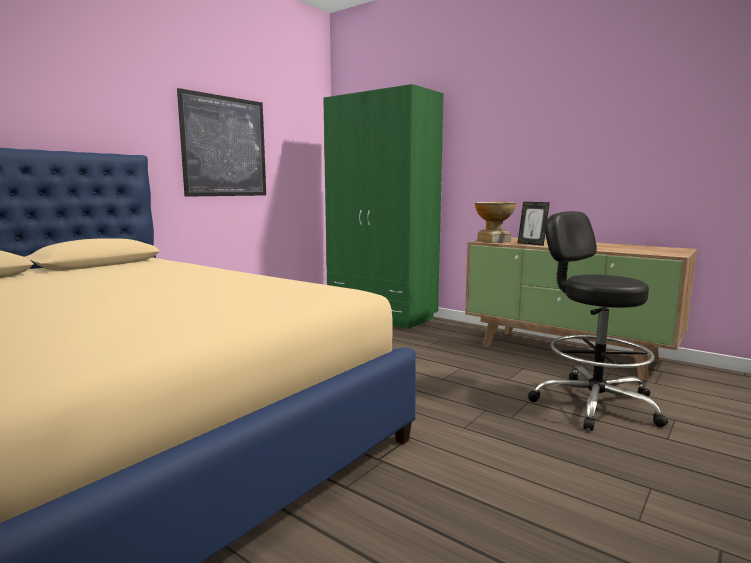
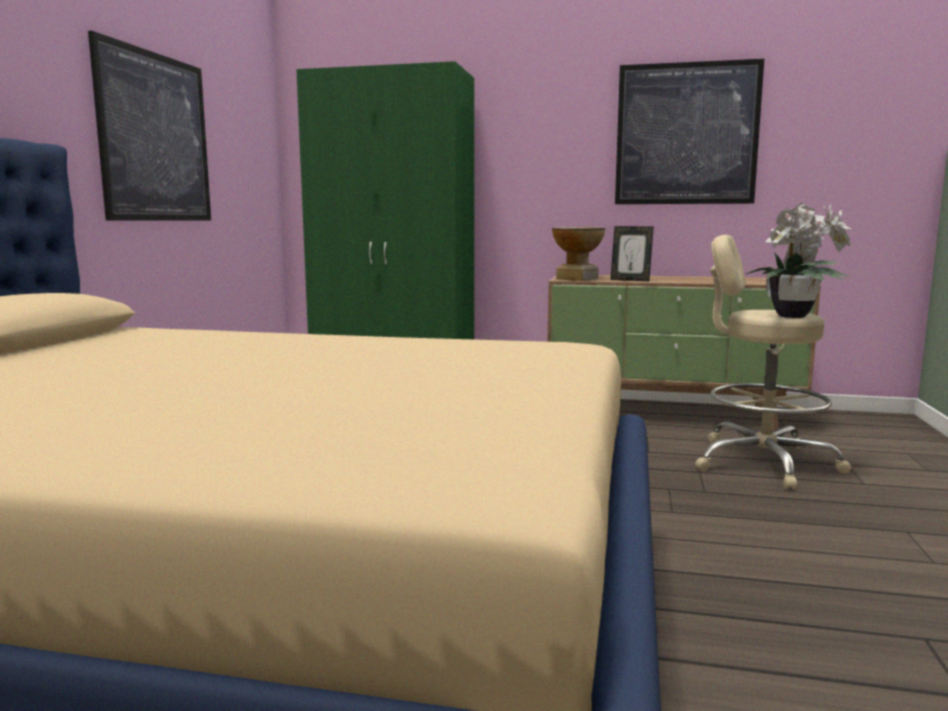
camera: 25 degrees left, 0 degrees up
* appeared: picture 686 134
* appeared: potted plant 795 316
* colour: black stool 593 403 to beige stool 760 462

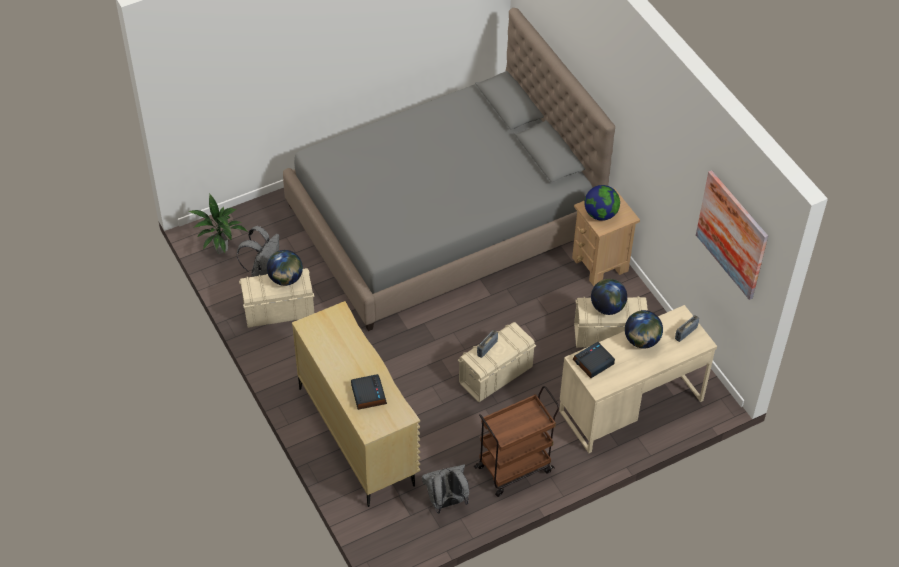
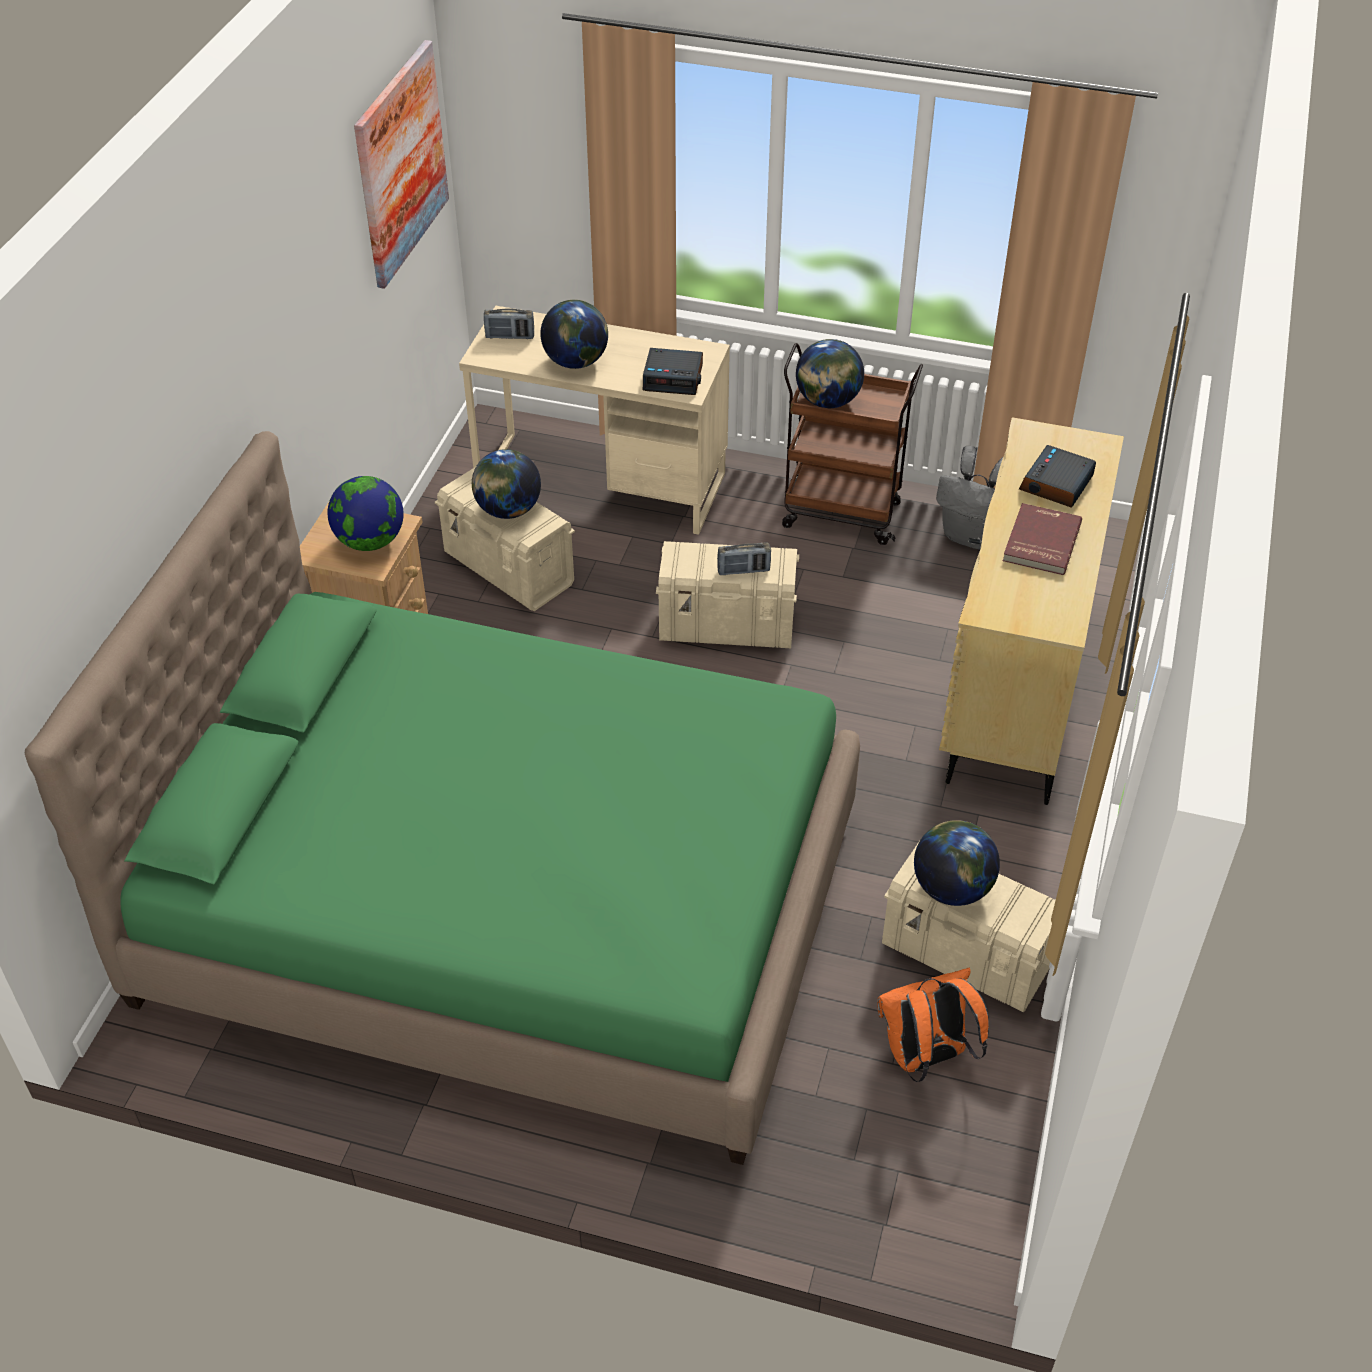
camera: 135 degrees left, 5 degrees down
* missing: potted plant 221 249
* appeared: globe 827 401
* appeared: red book 1040 542
* colour: grey backpack 263 270 to orange backpack 925 1057
* colour: grey bed 444 220 to green bed 502 904

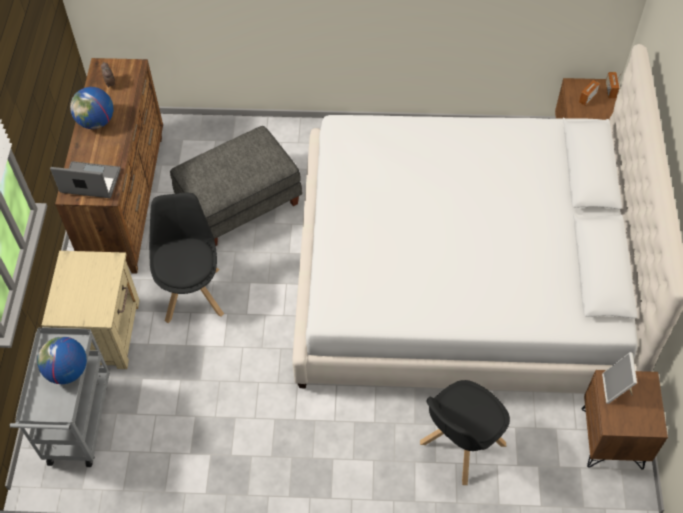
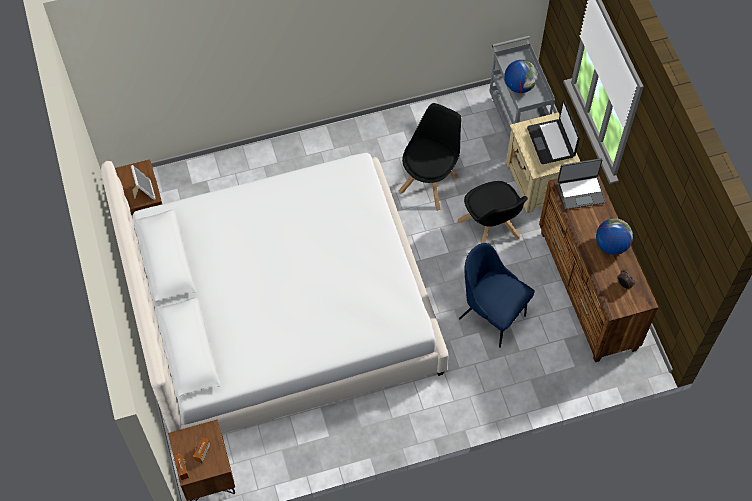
camera: 160 degrees right, 5 degrees up
* appeared: laptop 551 142
* relocated: black chair 460 446 to 430 181
* exchanged: grey ottoman 239 204 to blue chair 491 317

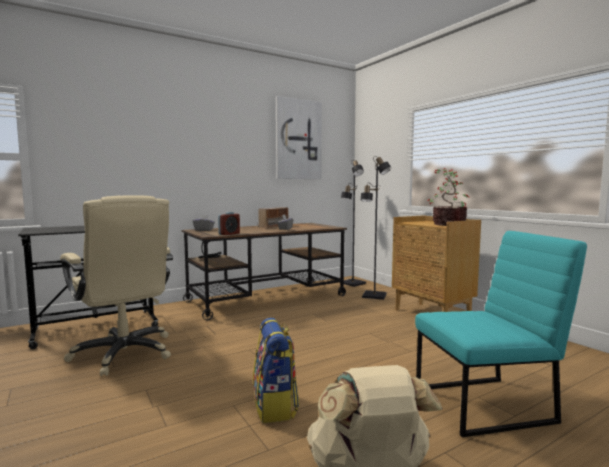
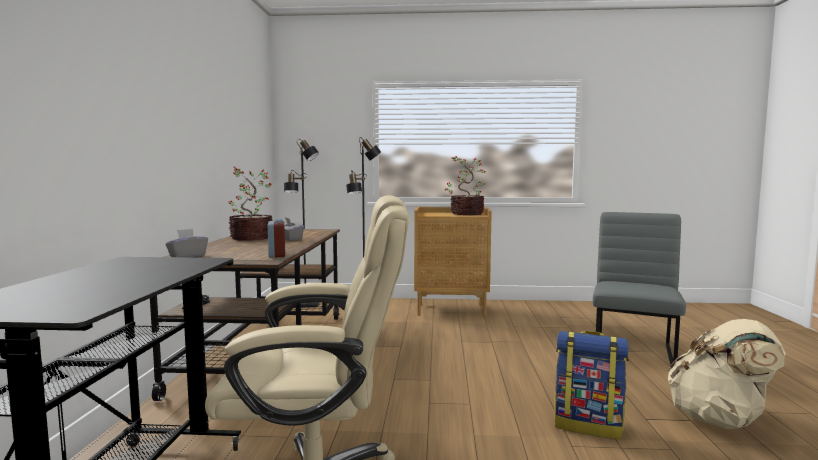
camera: 55 degrees left, 0 degrees up
* missing: picture 298 139
* exchanged: radio 274 226 to potted plant 250 238
* colour: turquoise chair 487 405 to grey chair 634 353

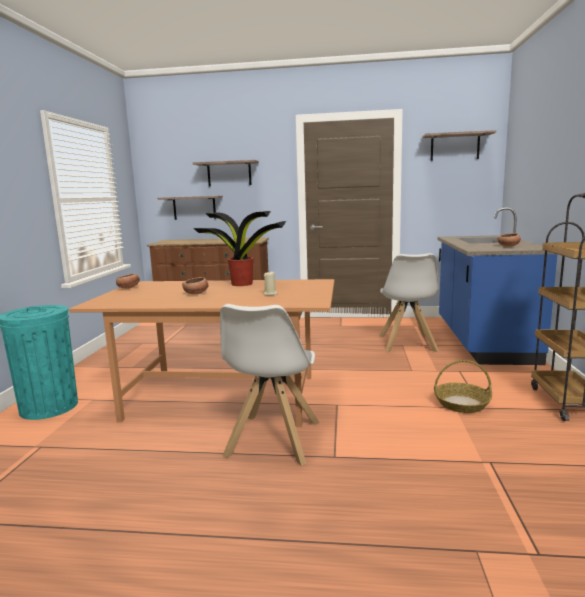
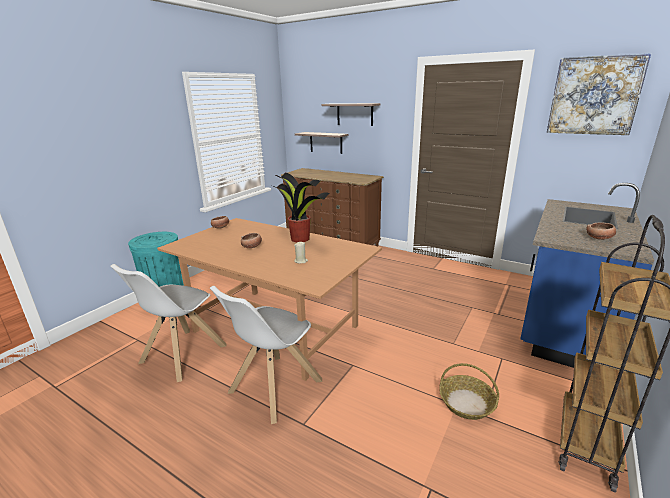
camera: 25 degrees right, 10 degrees up
* relocated: chair 407 344 to 181 355
* exchanged: shelf 455 147 to picture 594 96

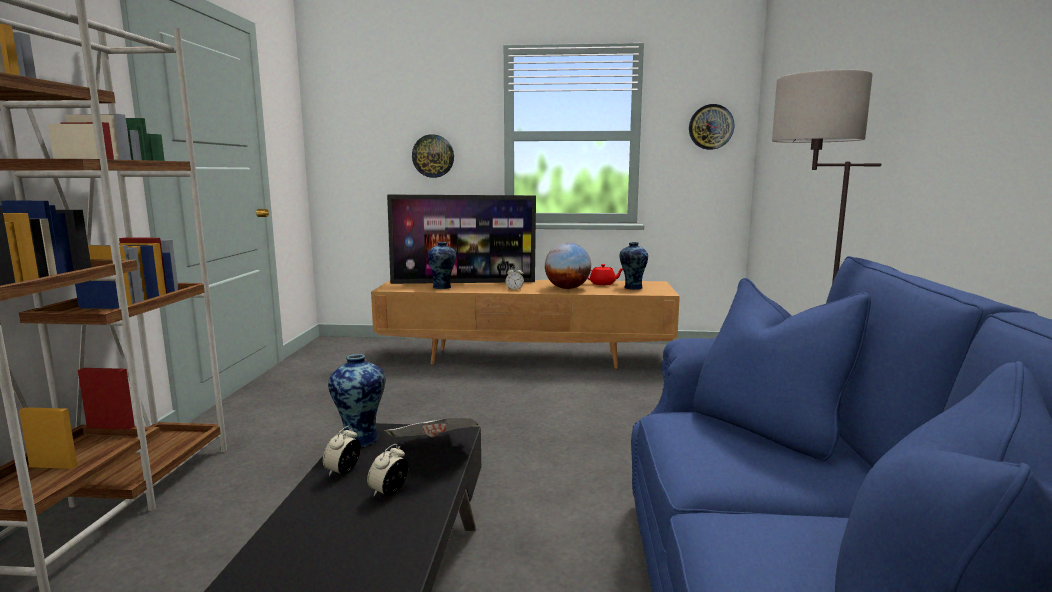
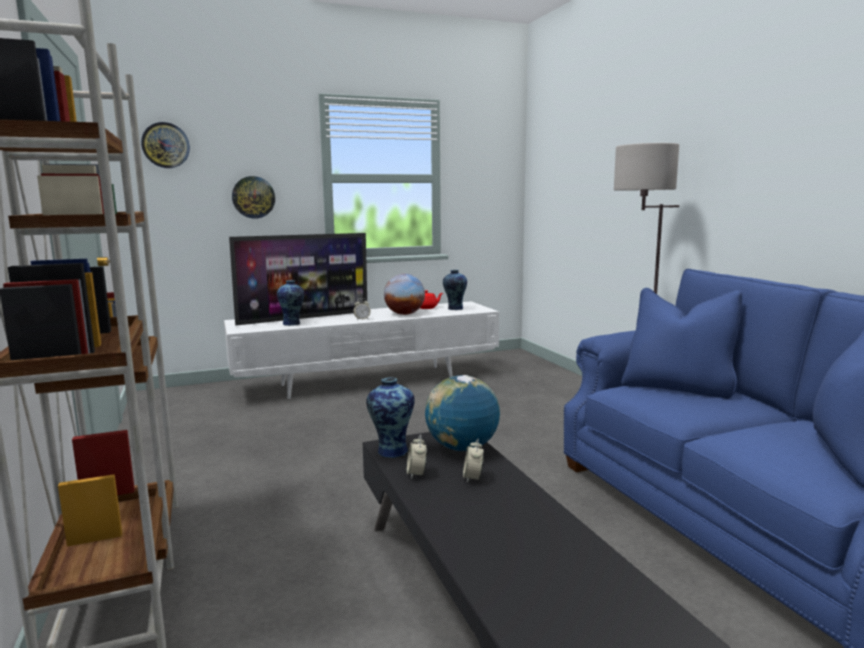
camera: 25 degrees left, 0 degrees up
* relocated: wall clock 711 127 to 165 145
* exchanged: newspaper 433 452 to globe 462 448
* colour: brown tv stand 525 357 to white tv stand 367 380

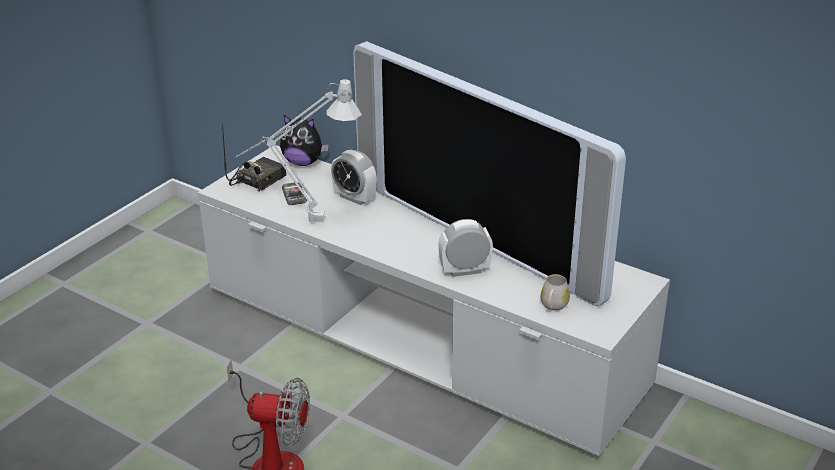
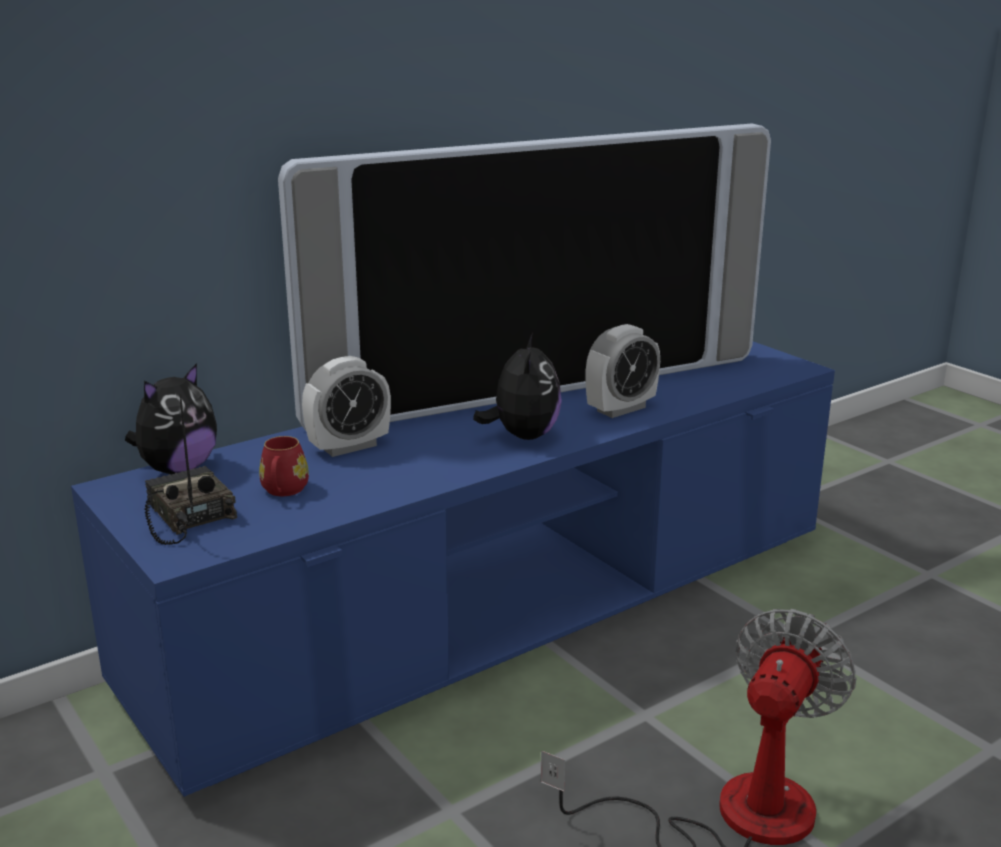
camera: 70 degrees left, 10 degrees down
* missing: grey table lamp 303 222
* missing: white mug 553 306
* appeared: plush toy 522 436
* exchanged: phone 294 195 to red mug 283 491
* colour: white tv stand 420 339 to blue tv stand 497 608
* spun: alarm clock 465 270 = 621 409 135 degrees counterclockwise

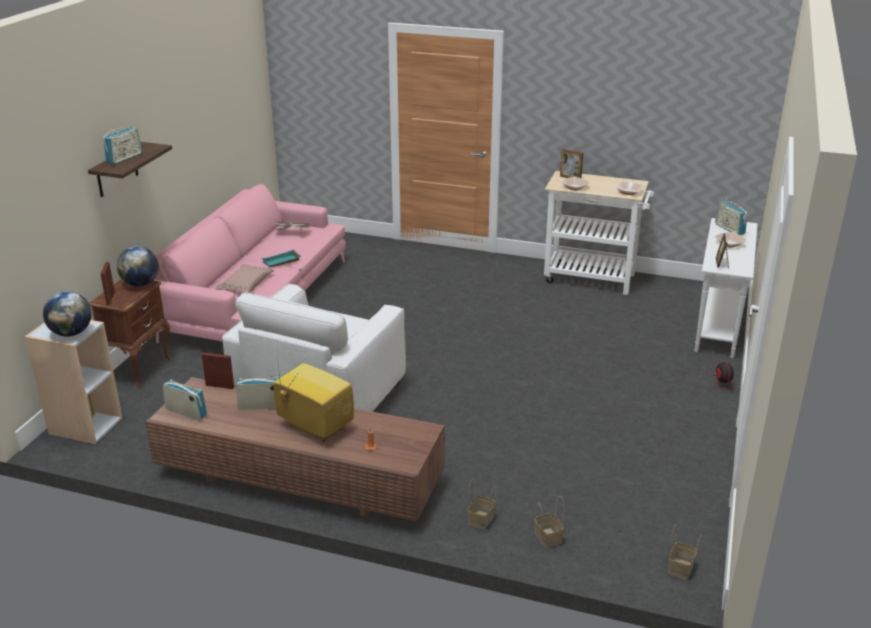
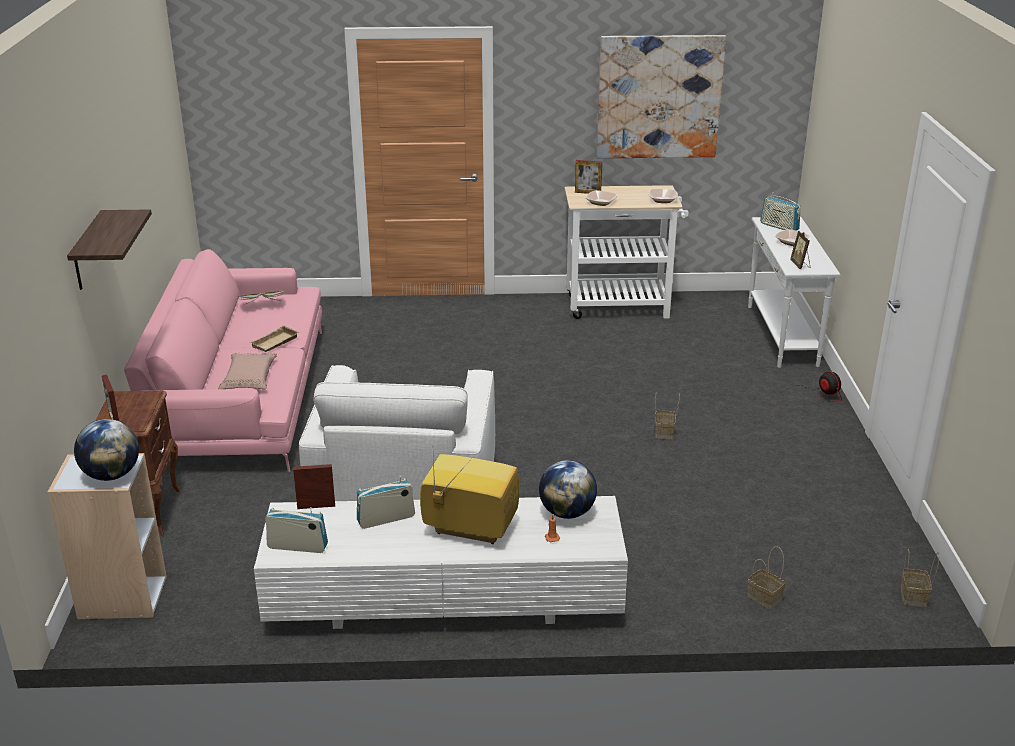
camera: 20 degrees left, 0 degrees up
* missing: radio 124 158
* appeared: picture 659 97
* relocated: globe 141 284 to 567 512
* relocated: basket 481 520 to 664 433
* colour: brown tv stand 298 478 to white tv stand 444 598
* colour: turquoise tray 281 262 to beige tray 275 343

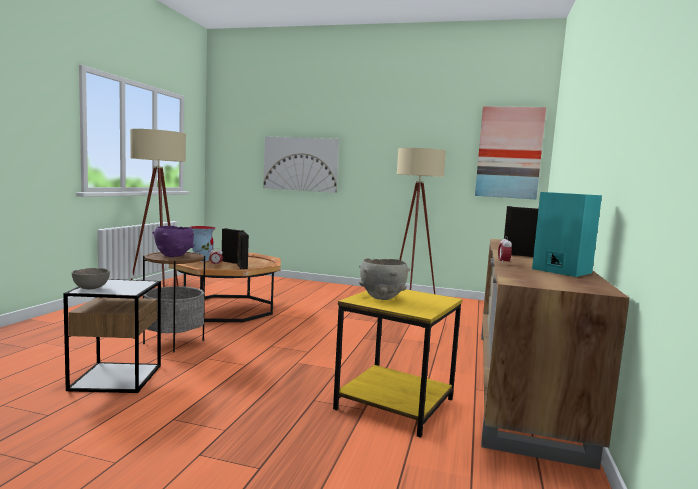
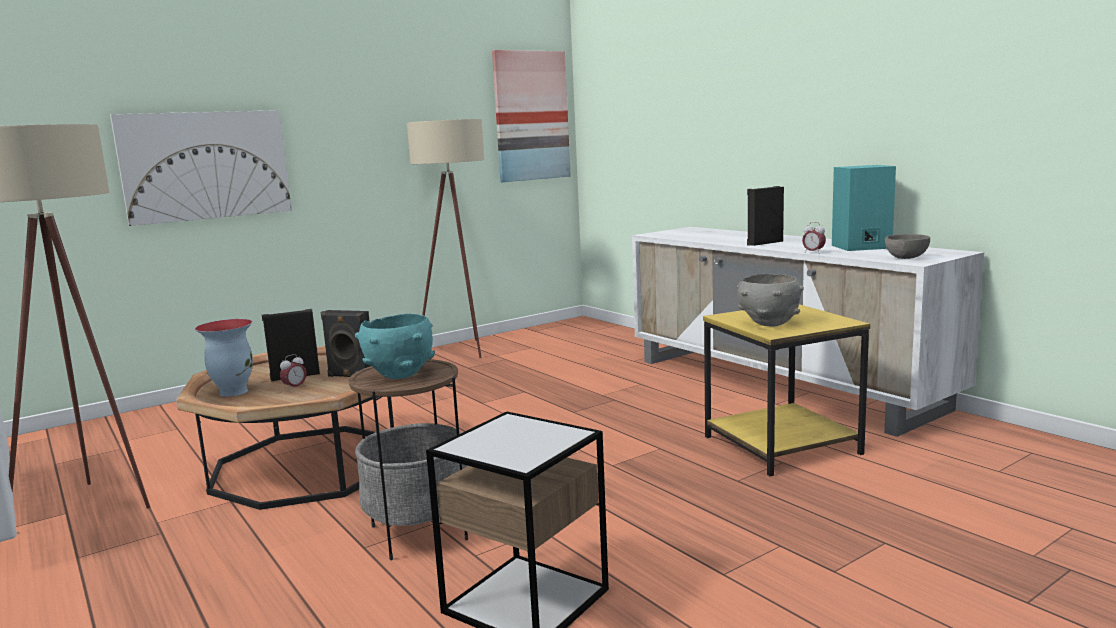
camera: 50 degrees left, 5 degrees up
* relocated: grey bowl 91 288 to 905 258
* colour: purple bowl 174 255 to turquoise bowl 400 374
* colour: brown tv stand 523 384 to white tv stand 782 383

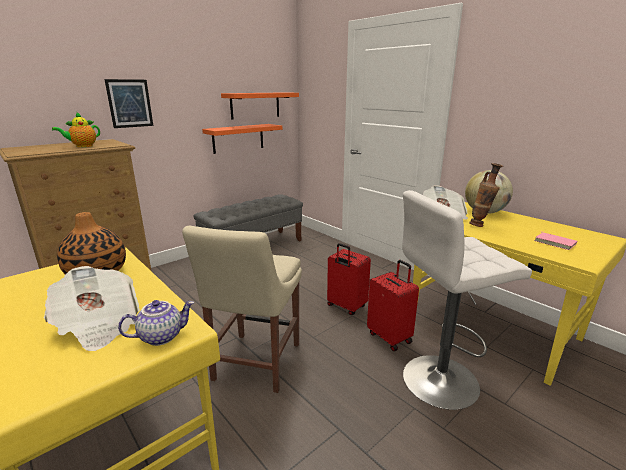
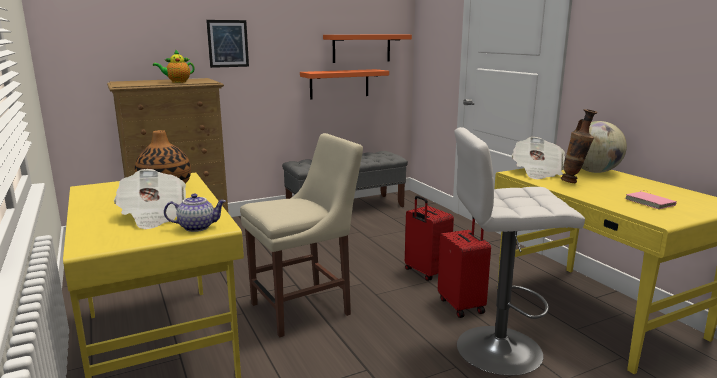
camera: 15 degrees right, 5 degrees down
* spun: beige chair 255 364 = 305 308 150 degrees counterclockwise

